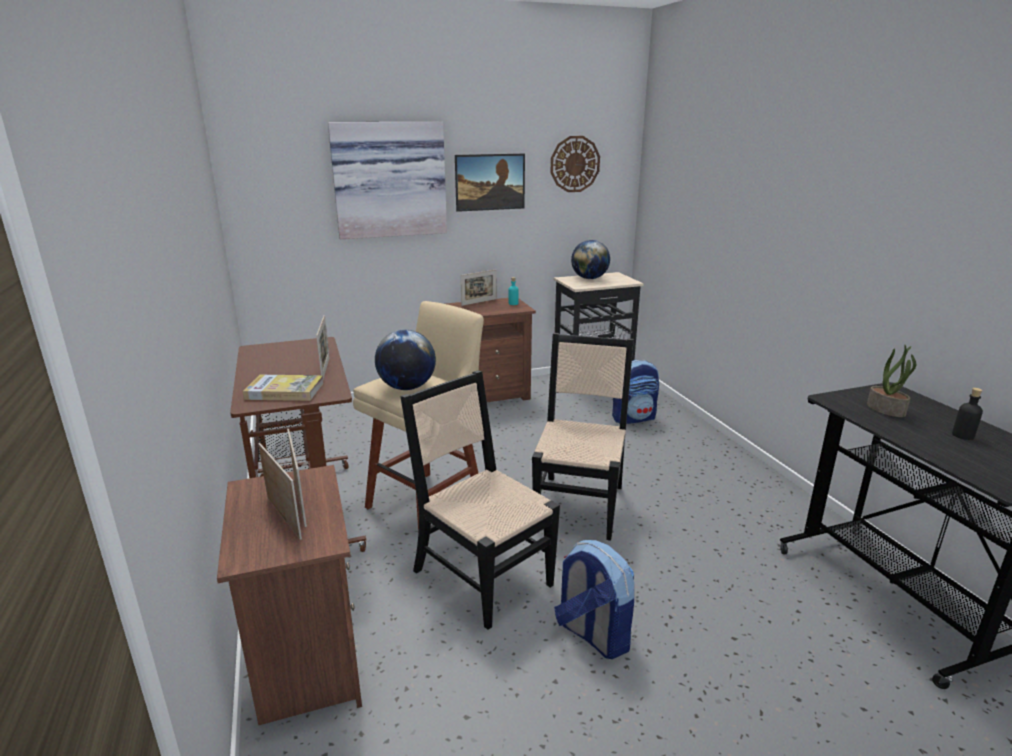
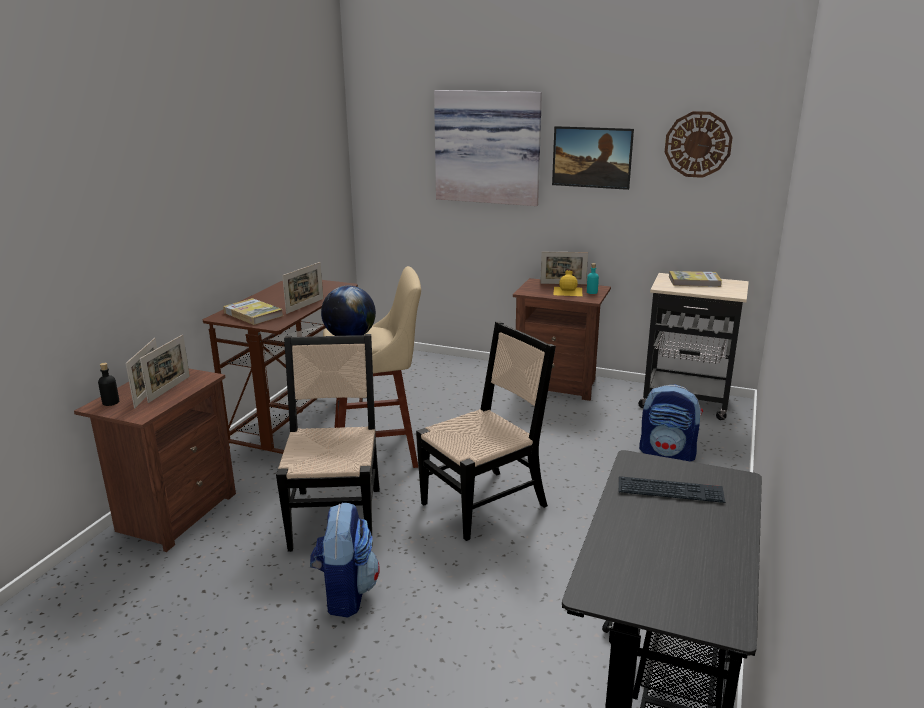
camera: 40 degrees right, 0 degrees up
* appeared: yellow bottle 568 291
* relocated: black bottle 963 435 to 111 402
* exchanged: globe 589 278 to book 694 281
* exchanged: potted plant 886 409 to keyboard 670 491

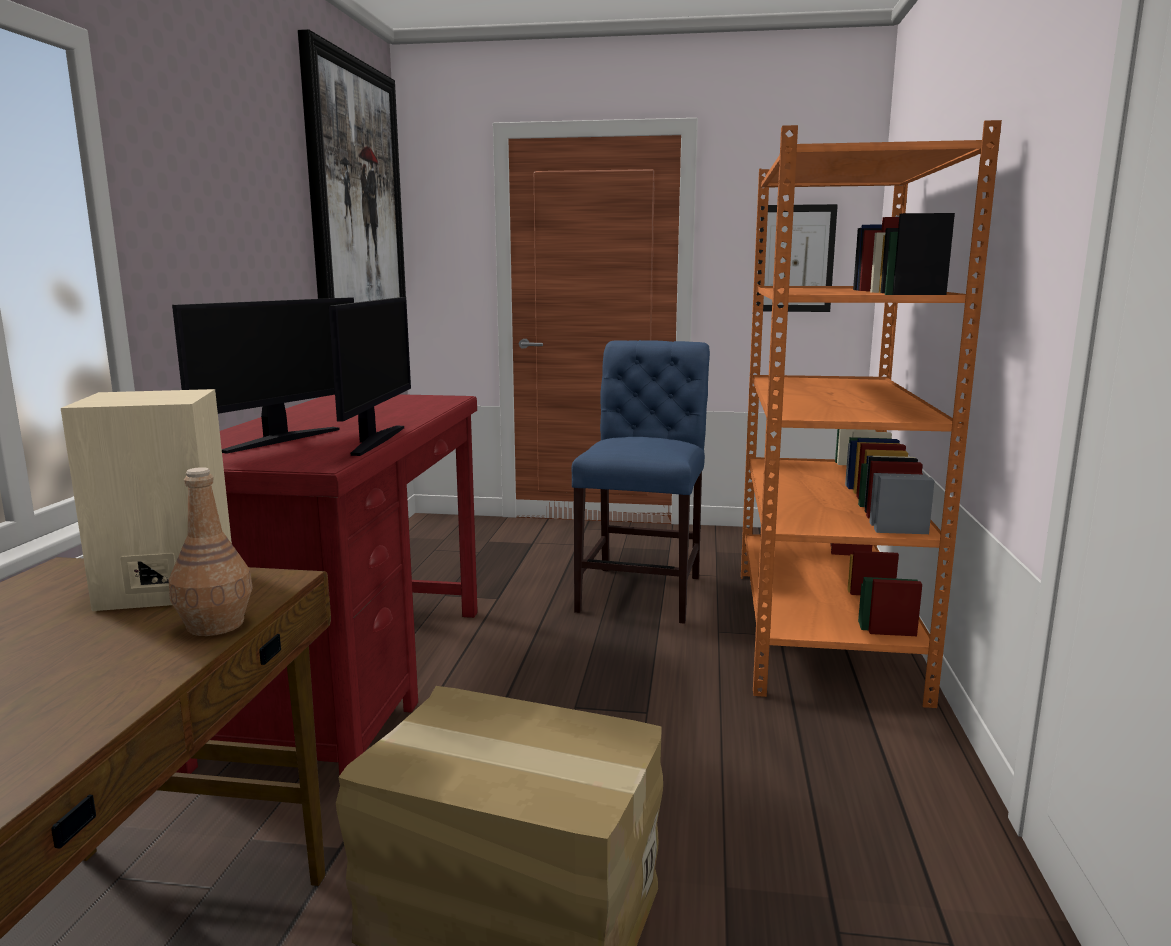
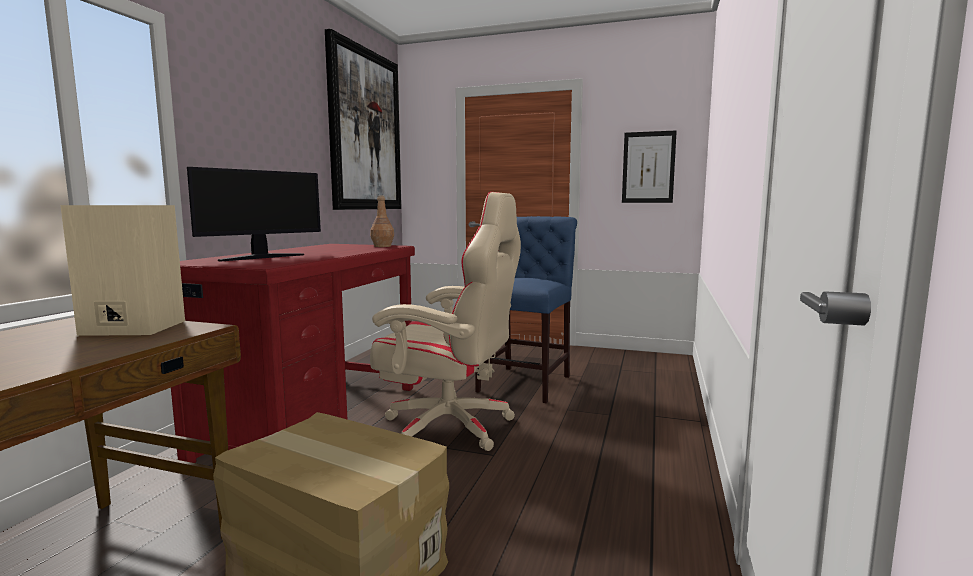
camera: 10 degrees right, 5 degrees down
* missing: monitor 375 440
* missing: orange bookcase 821 630
* appeared: beige office chair 448 426
* relocated: brown bottle 215 625 to 382 246

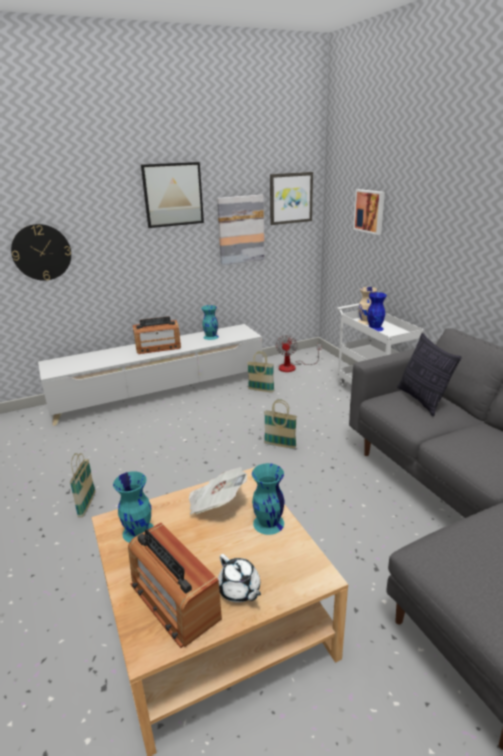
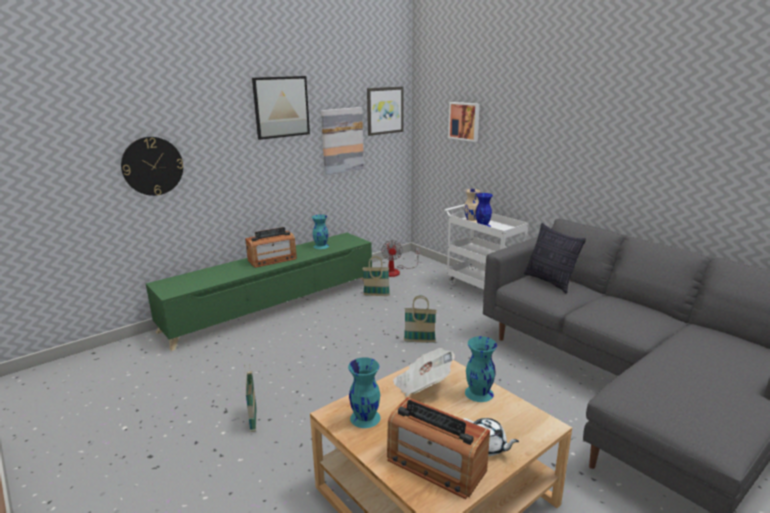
camera: 15 degrees left, 5 degrees down
* colour: white tv stand 160 391 to green tv stand 273 305

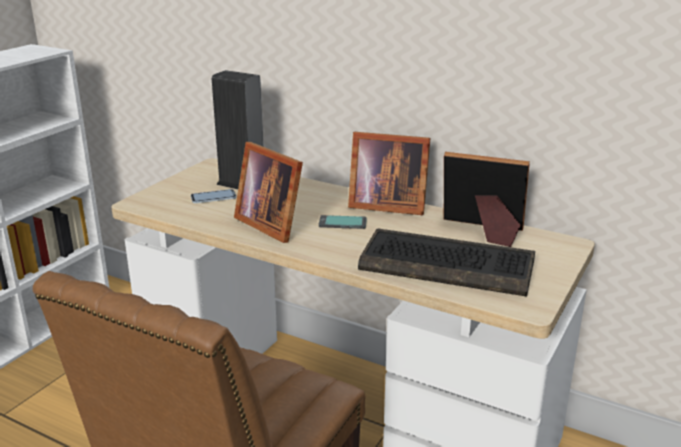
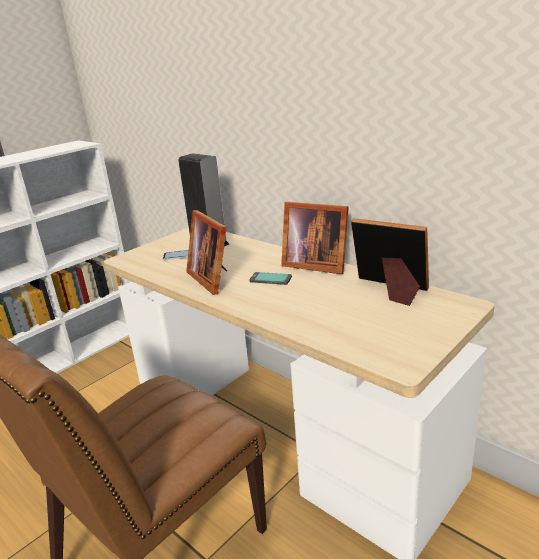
camera: 15 degrees right, 0 degrees up
* missing: keyboard 448 265

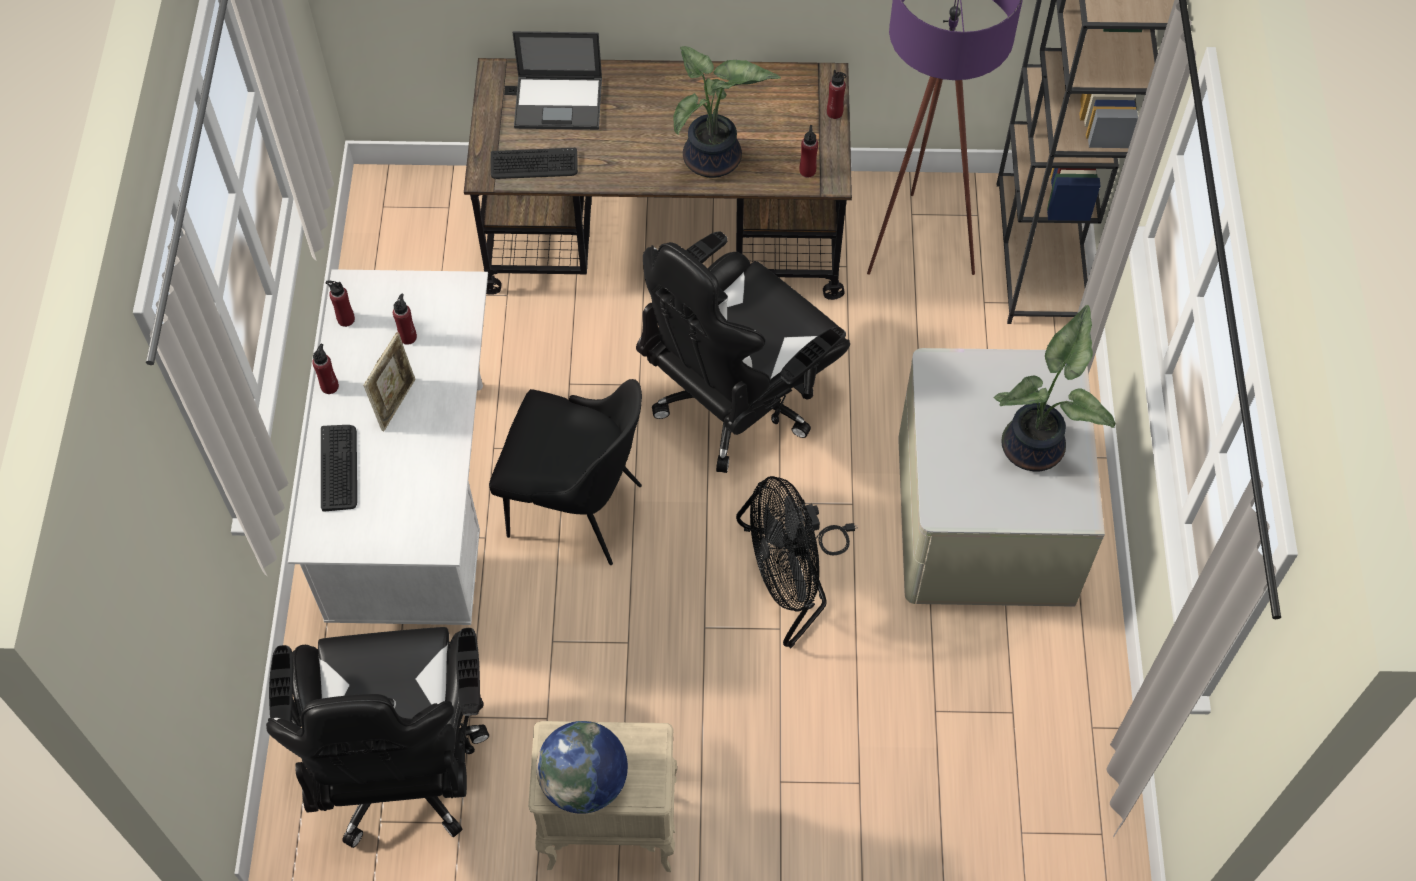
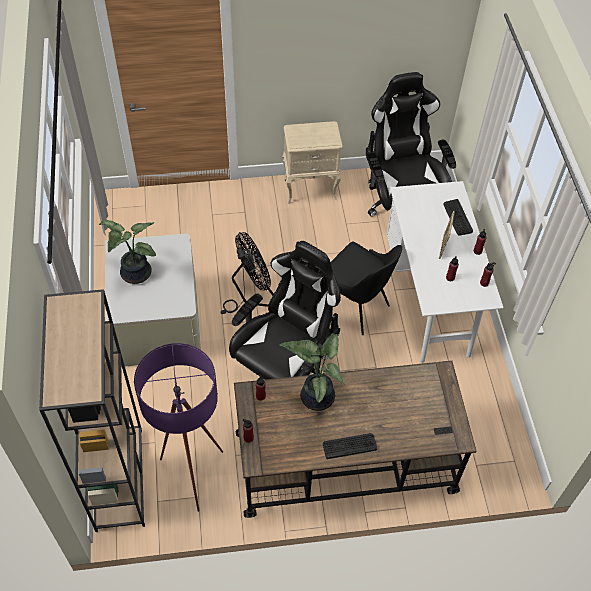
camera: 170 degrees right, 5 degrees down
* missing: laptop 560 102
* missing: globe 584 782
* relocated: keyboard 534 164 to 349 446
* spun: black chair 576 510 = 355 306 150 degrees counterclockwise

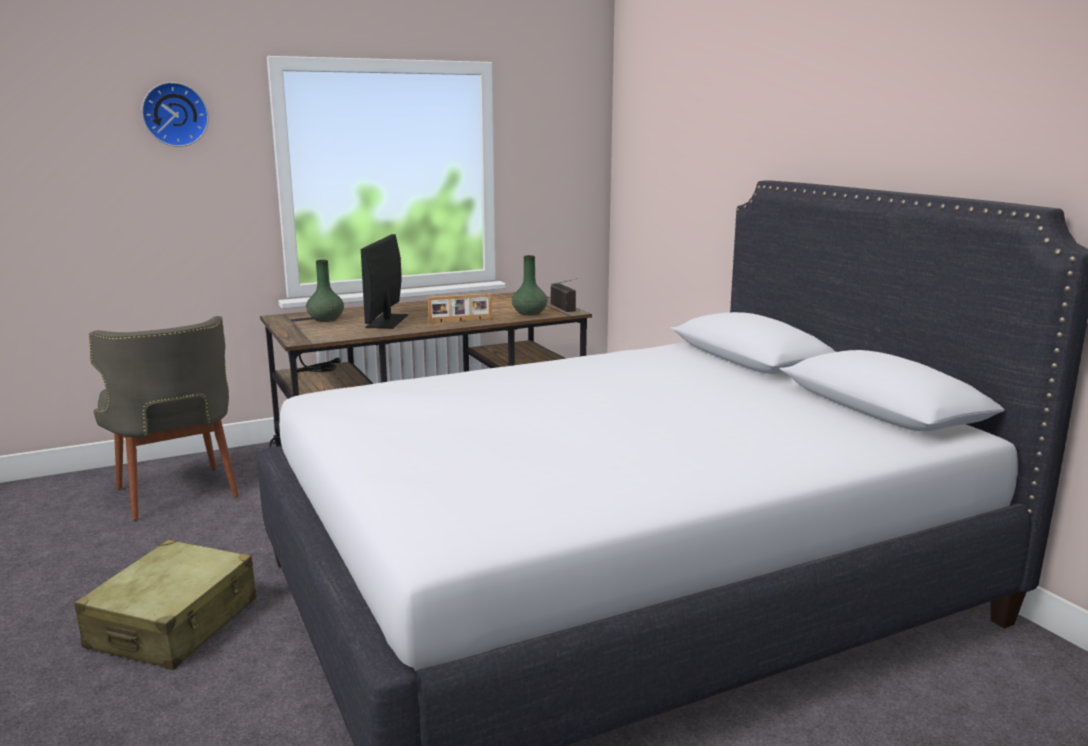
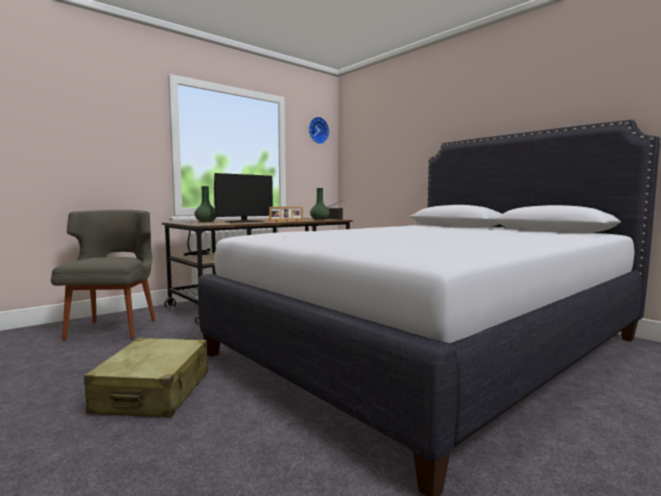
camera: 15 degrees left, 10 degrees down
* relocated: wall clock 175 114 to 317 130
* spun: grey chair 177 493 = 112 330 135 degrees counterclockwise
* spun: monitor 387 321 = 244 221 120 degrees counterclockwise

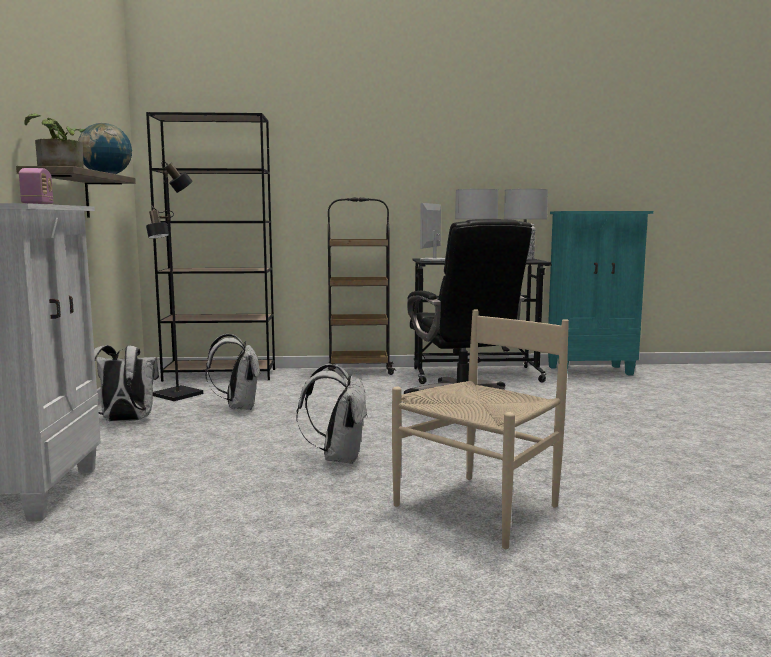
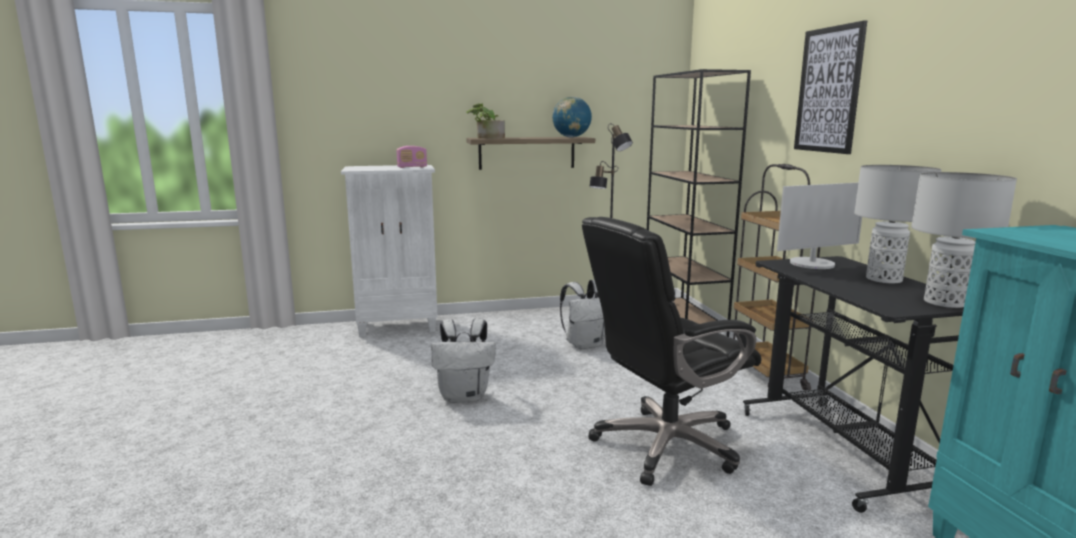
camera: 80 degrees right, 5 degrees up
* missing: white backpack 125 421
* missing: beige chair 481 508
* appeared: picture 828 90
* spun: monitor 434 260 = 812 264 150 degrees clockwise

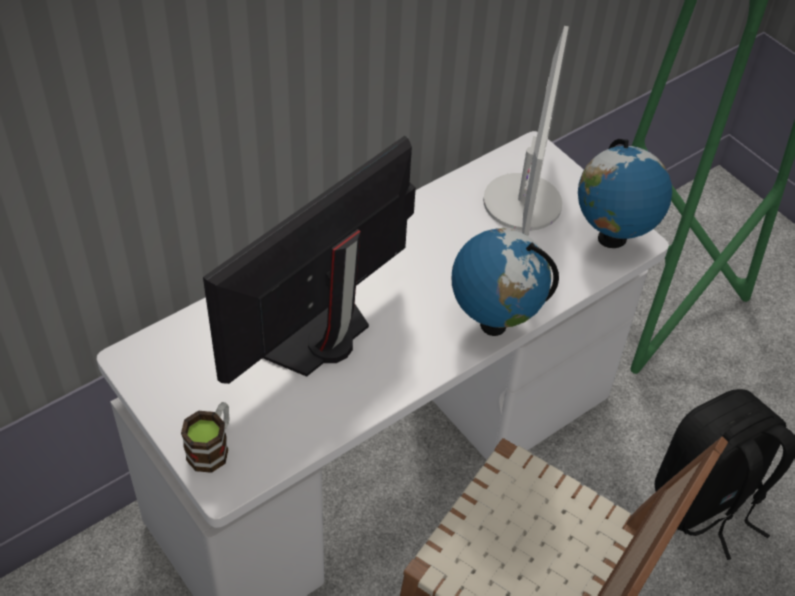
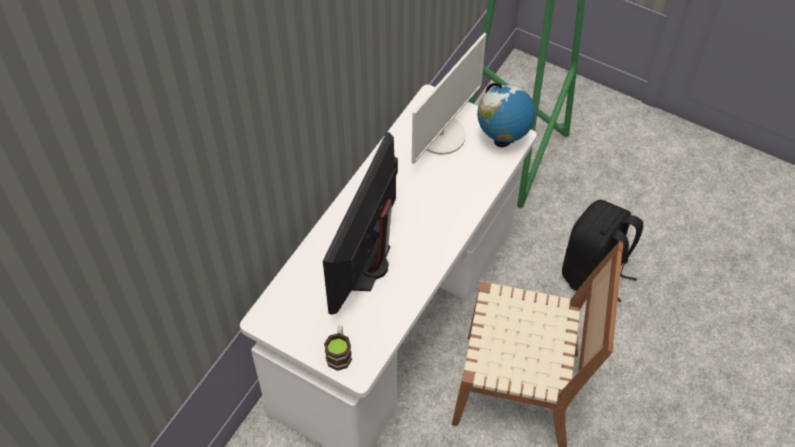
camera: 20 degrees left, 5 degrees up
* missing: globe 493 323
* spun: monitor 523 202 = 441 135 45 degrees clockwise

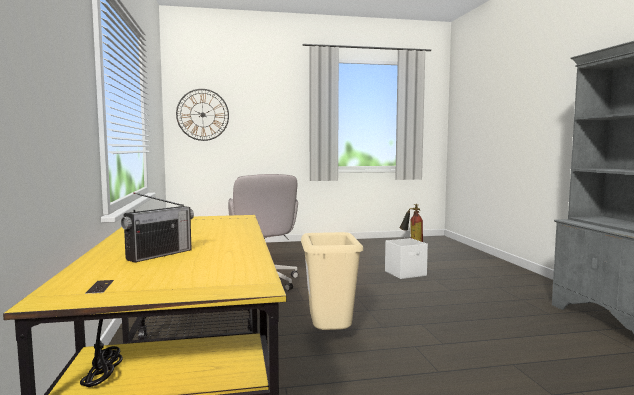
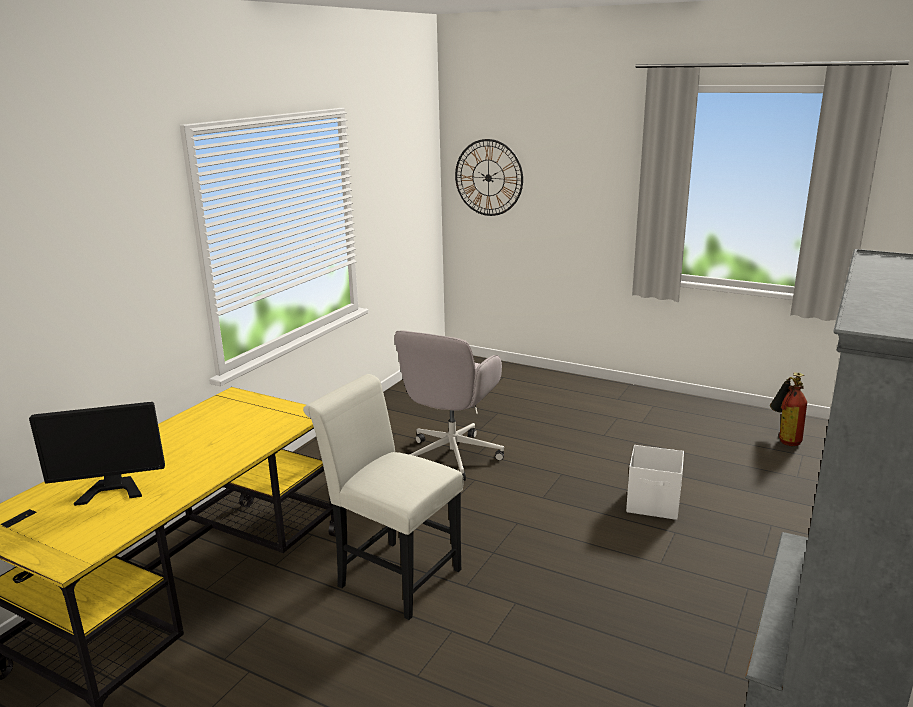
camera: 40 degrees right, 15 degrees up
* exchanged: radio 159 255 to monitor 116 481
* exchanged: beige trash can 330 337 to white chair 392 575

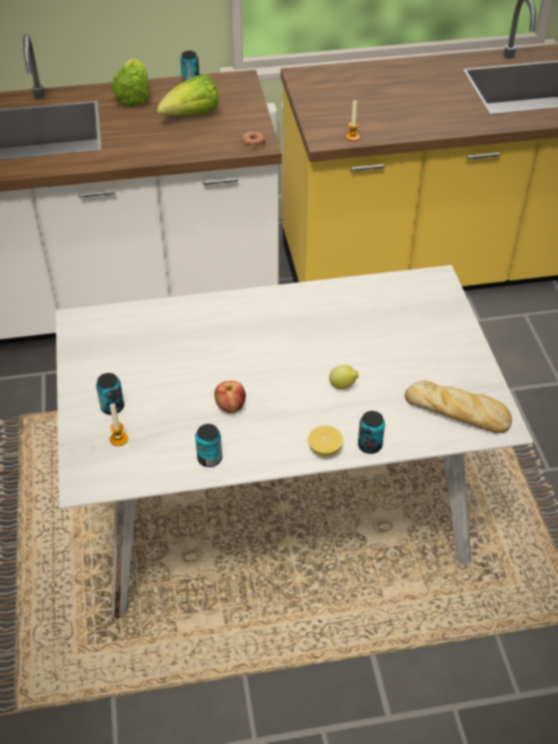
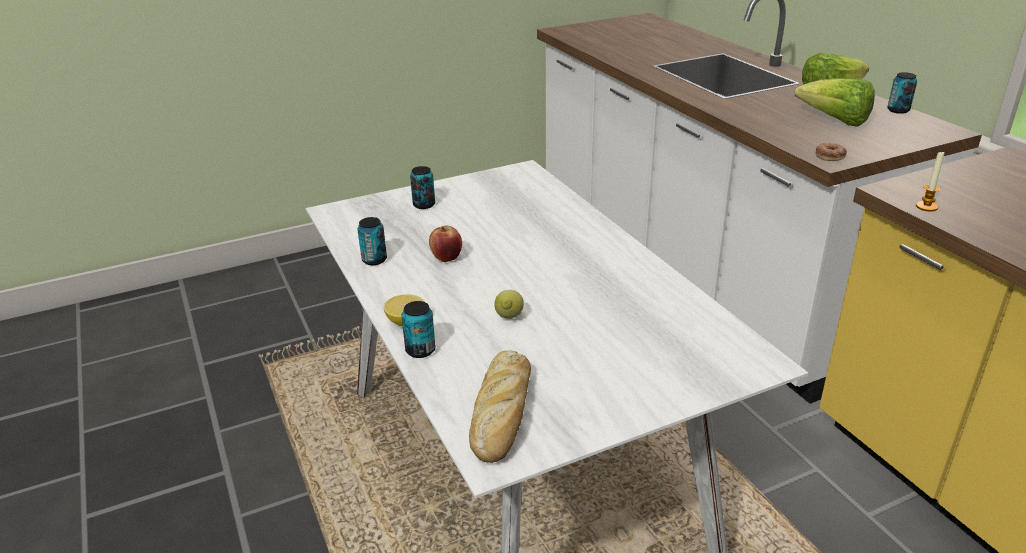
camera: 75 degrees right, 15 degrees down
* missing: candle 119 439

